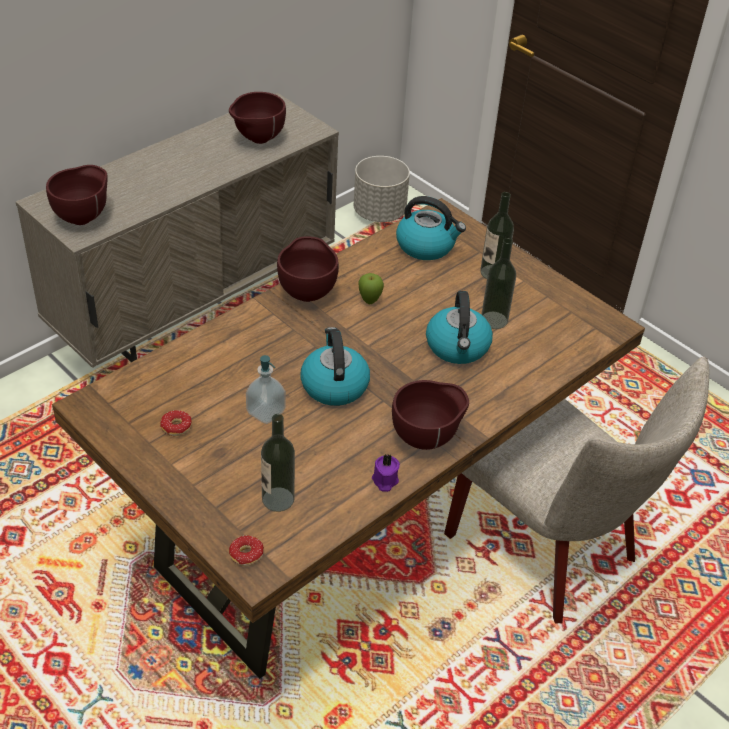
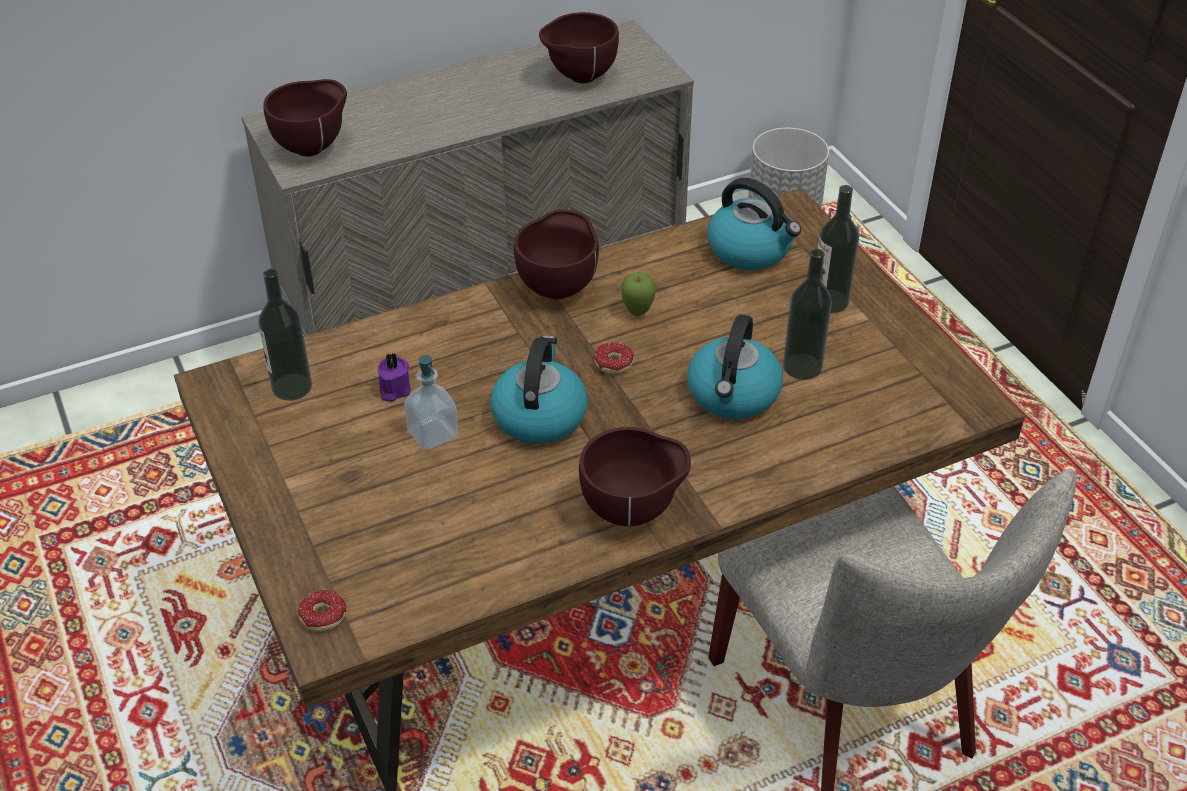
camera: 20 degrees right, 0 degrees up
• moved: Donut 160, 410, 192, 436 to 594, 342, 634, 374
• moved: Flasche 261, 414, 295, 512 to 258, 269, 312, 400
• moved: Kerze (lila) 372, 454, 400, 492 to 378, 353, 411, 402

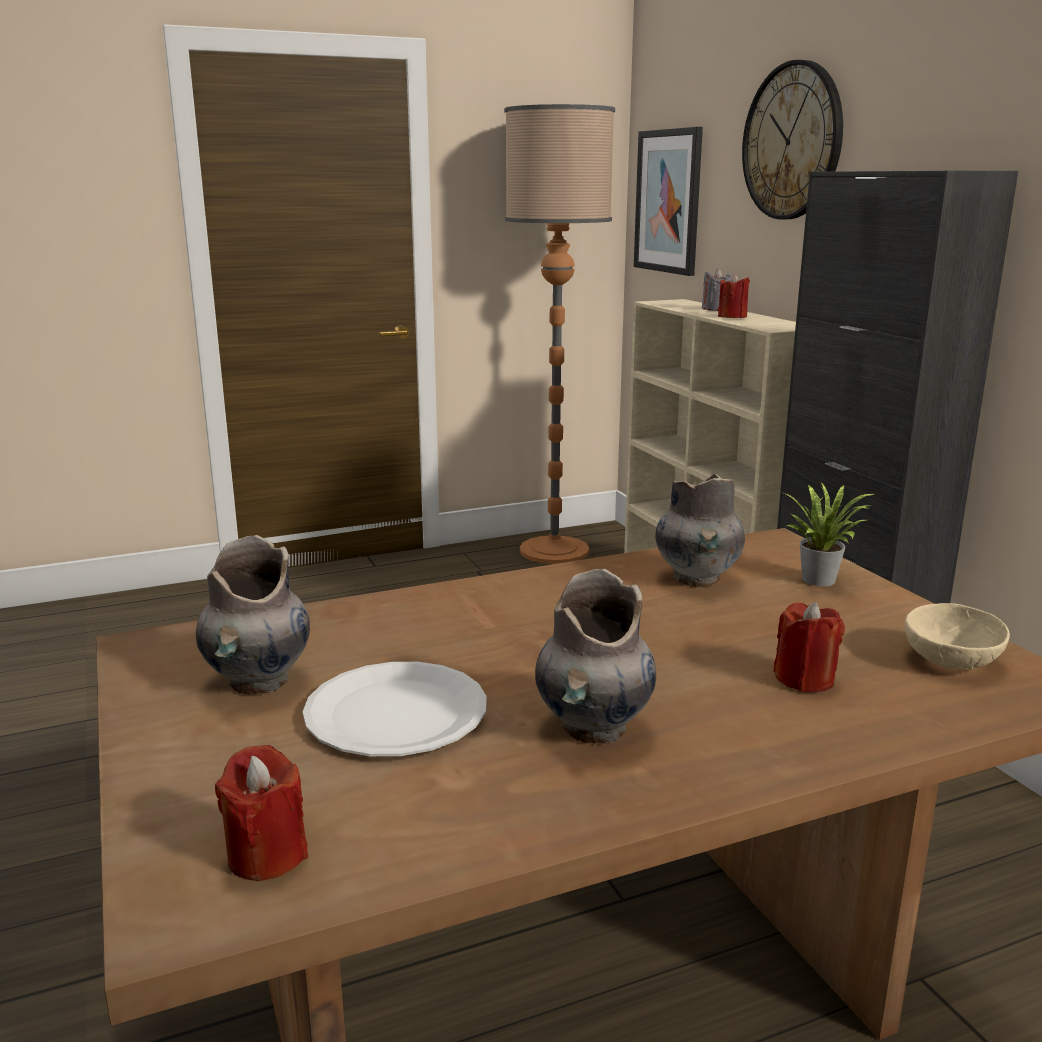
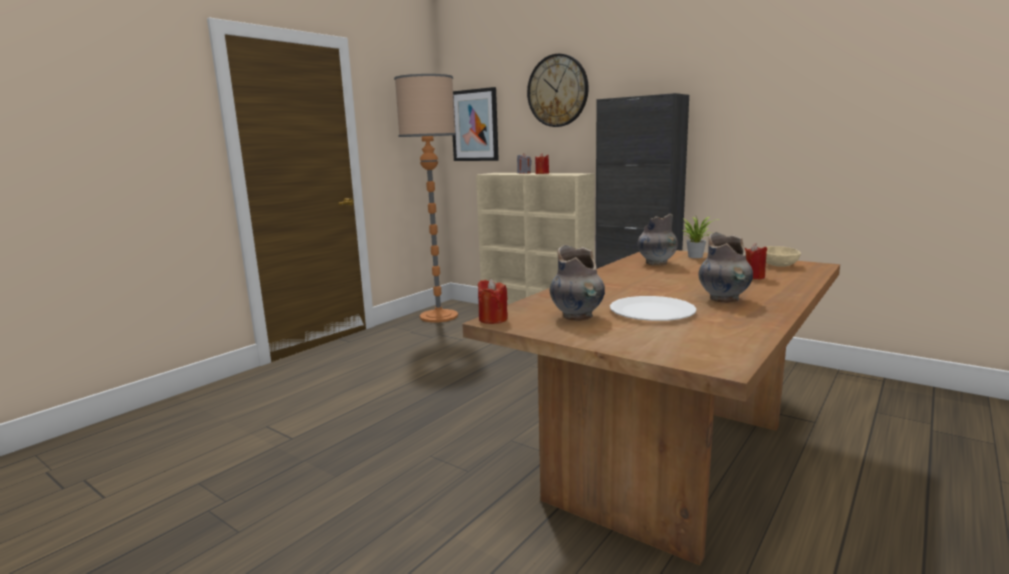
camera: 30 degrees left, 5 degrees down
• moved: Kerze (rot) 215, 745, 308, 881 to 478, 279, 508, 324

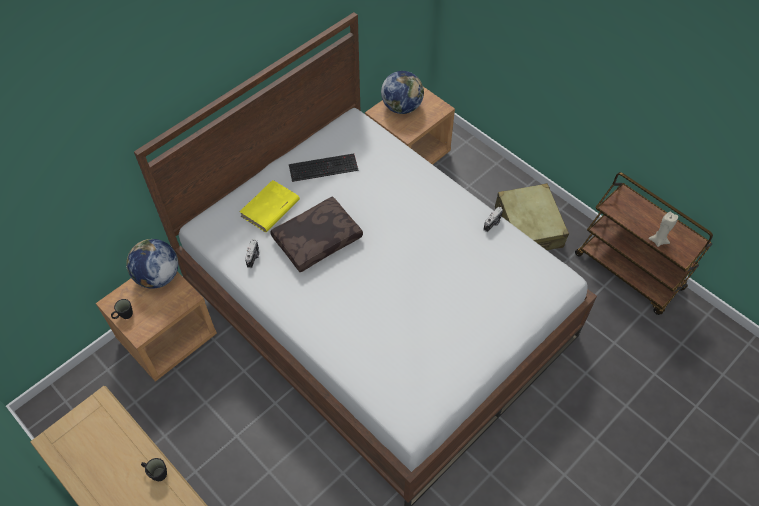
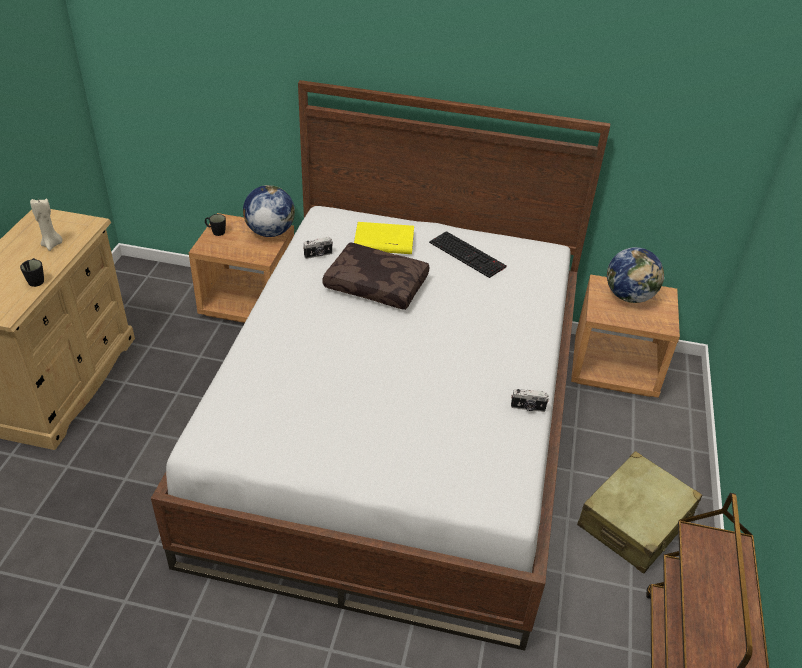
camera: 55 degrees right, 15 degrees down
• moved: Kerze (beige) 648, 212, 678, 247 to 30, 198, 62, 251

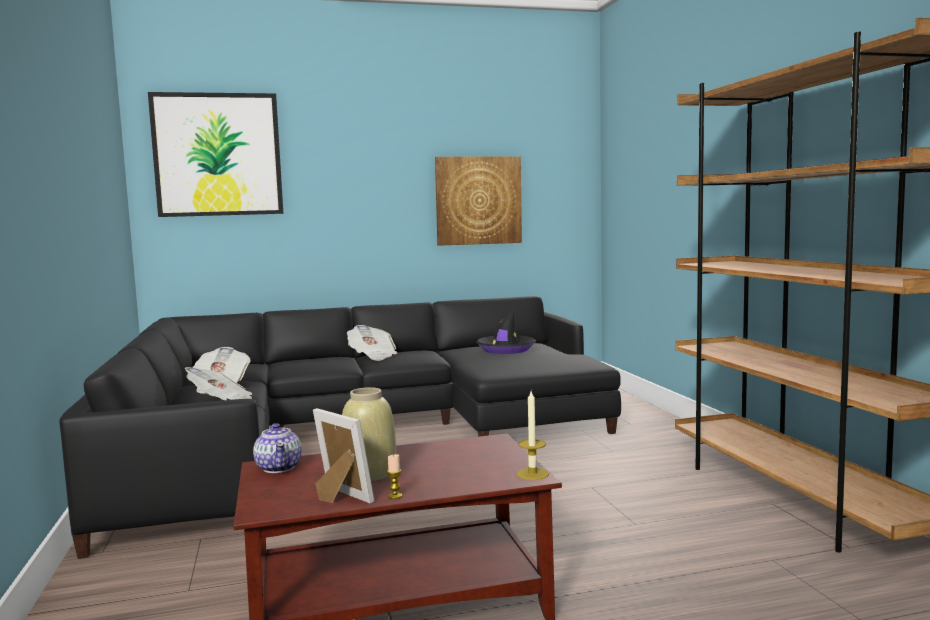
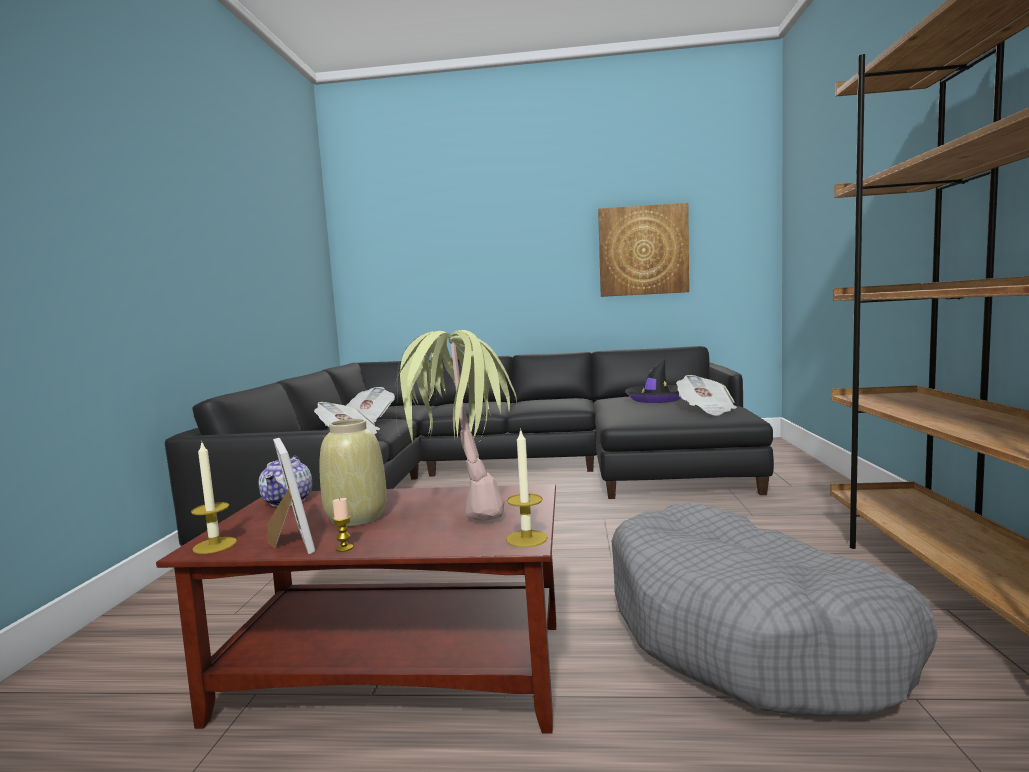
camera: 20 degrees right, 0 degrees up
• removed: Bild 148, 92, 283, 217
• moved: Zeitung 347, 325, 397, 361 to 676, 375, 737, 416
• added: Kerze 191, 443, 237, 554
• added: Topfpflanze 395, 330, 517, 521
• added: Hundebett (grau) 612, 503, 938, 716

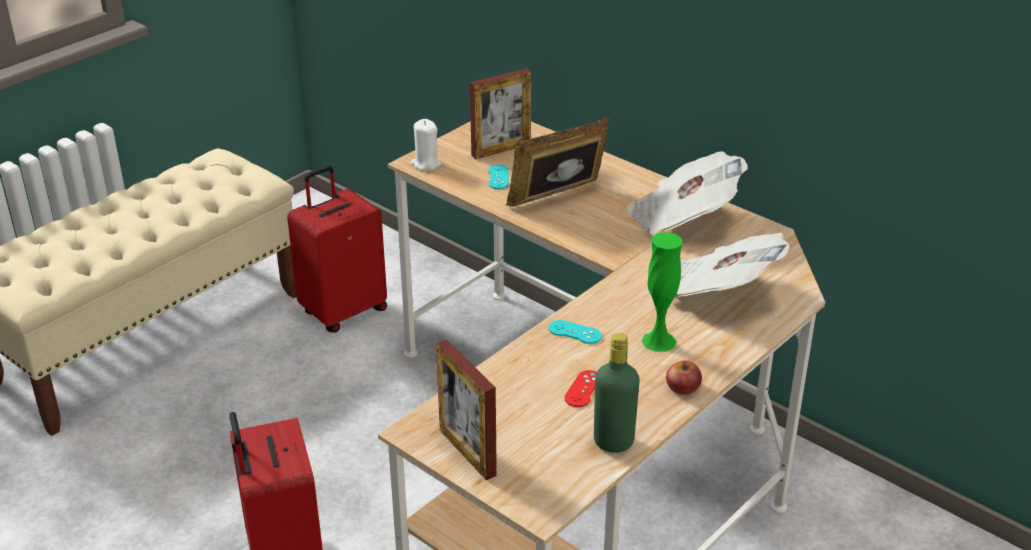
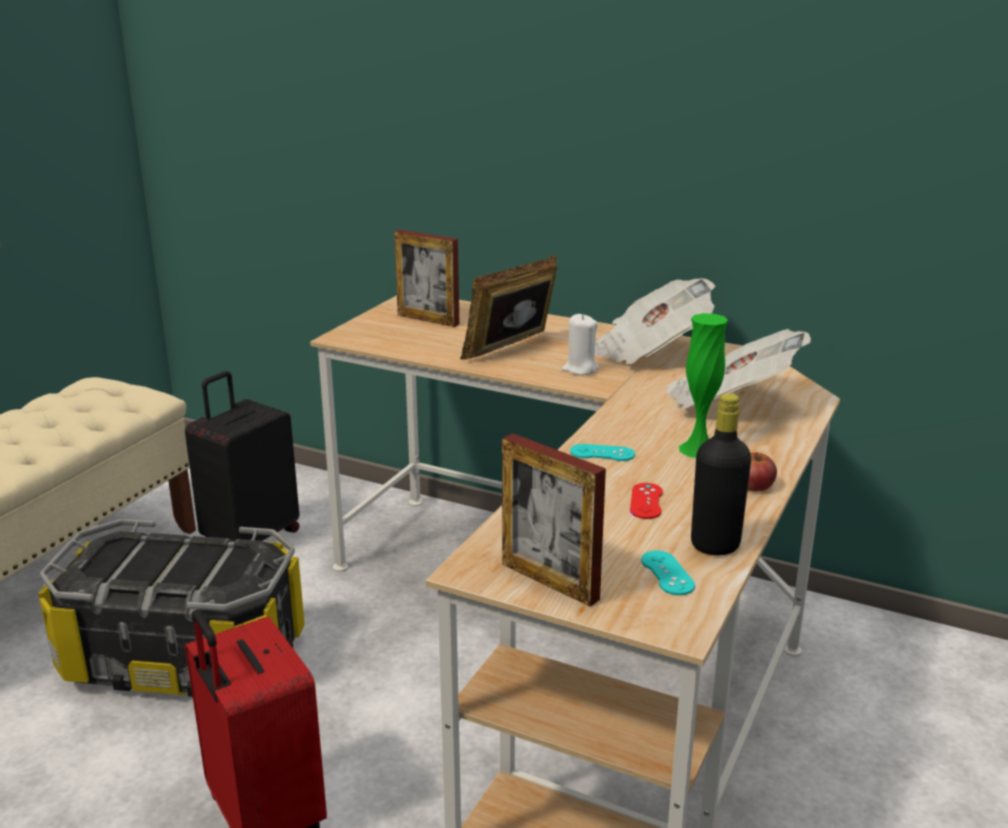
camera: 15 degrees left, 10 degrees down
• recoloured: Koffer (rot) 287, 165, 387, 333 to Koffer (schwarz) 185, 371, 299, 541
• moved: Kerze (weiß) 411, 119, 442, 171 to 562, 314, 599, 375
• turned: Bilderrahmen 470, 68, 531, 159 = 394, 230, 459, 327 75 degrees clockwise
• moved: Gamepad (türkis) 488, 164, 509, 189 to 641, 550, 695, 595
• recoloured: Flasche (grün) 594, 333, 640, 453 to Flasche (schwarz) 691, 394, 751, 555
• added: Aufbewahrungsbox 38, 519, 305, 697

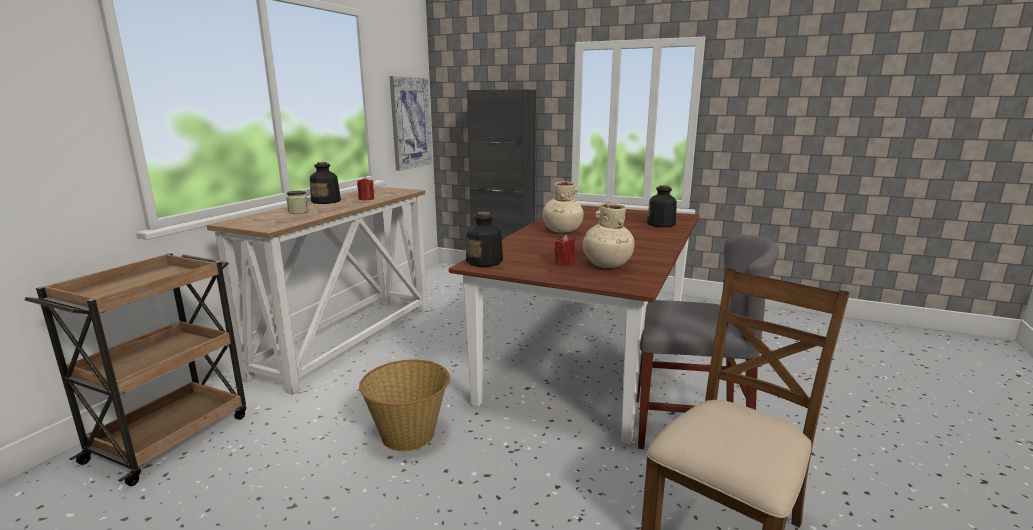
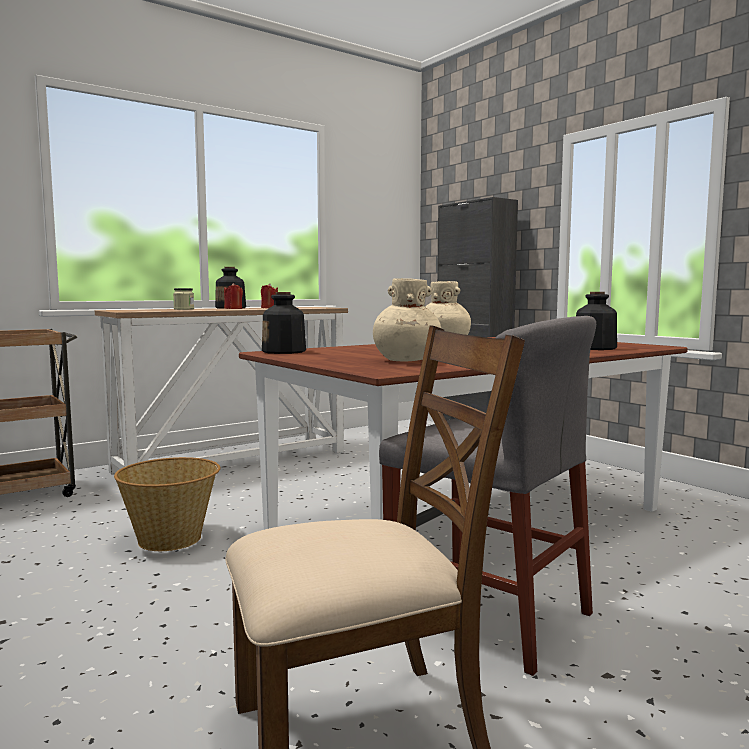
camera: 30 degrees right, 10 degrees down
• removed: Bild 390, 76, 432, 171
• moved: Kerze (rot) 554, 234, 576, 266 to 224, 283, 243, 309

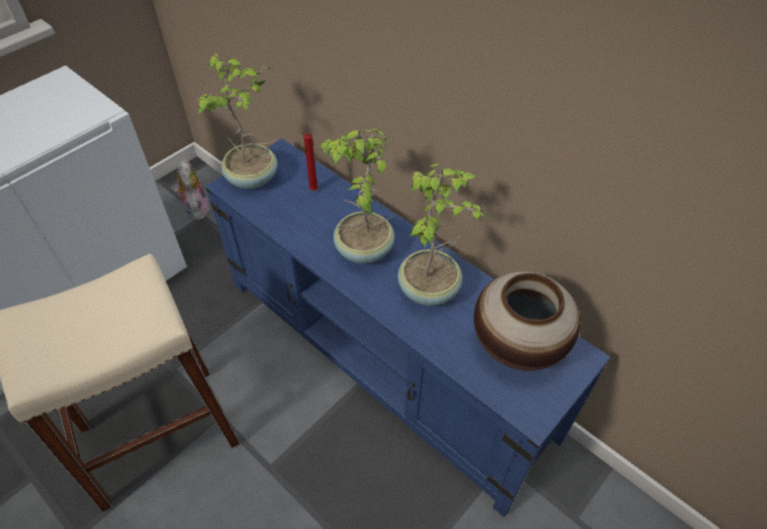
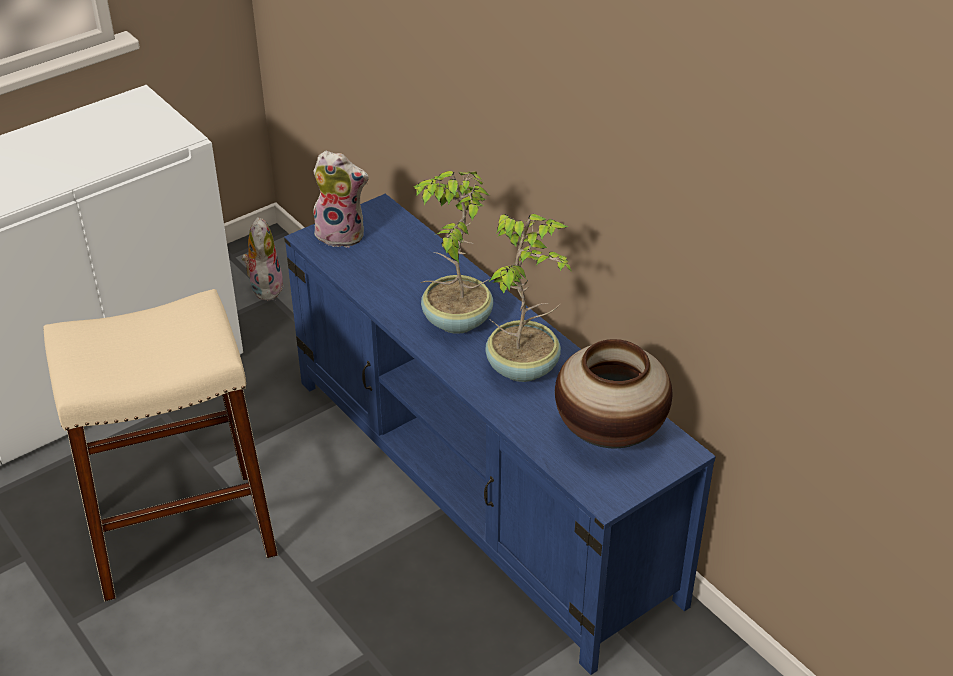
camera: 10 degrees right, 10 degrees down
• replaced: Topfpflanze 197, 53, 277, 189 to Plüschtier 312, 151, 369, 247
• removed: Kerze (rot) 301, 133, 318, 191

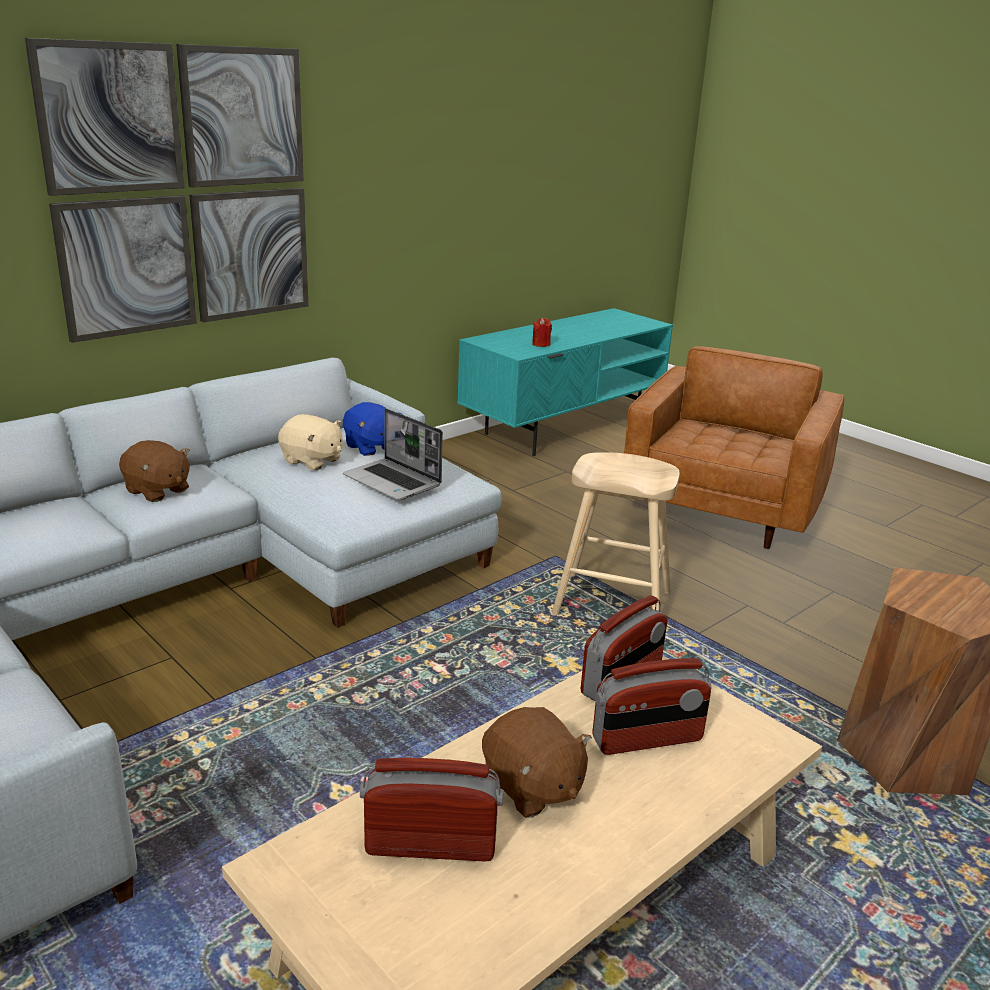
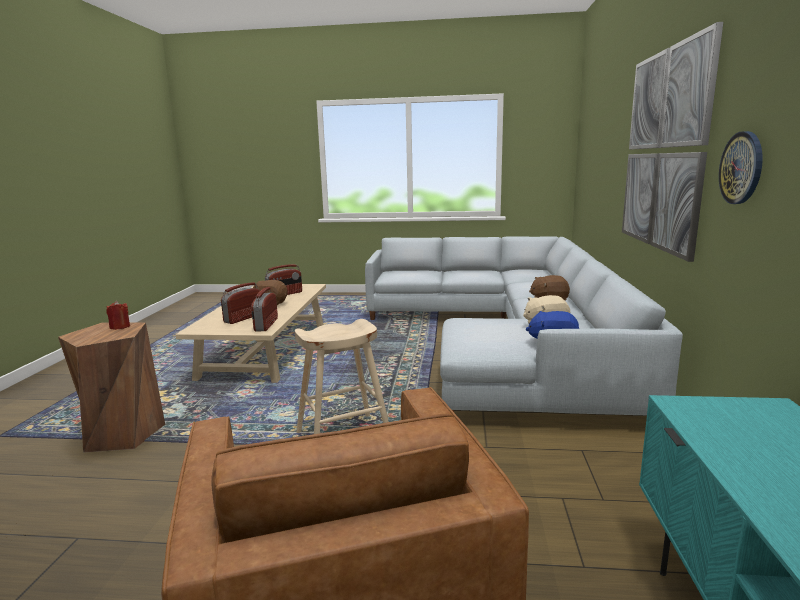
camera: 140 degrees right, 10 degrees down
• removed: Laptop 343, 409, 443, 500
• moved: Kerze (rot) 532, 318, 552, 347 to 106, 301, 130, 330
• added: Wanduhr 719, 131, 763, 204

